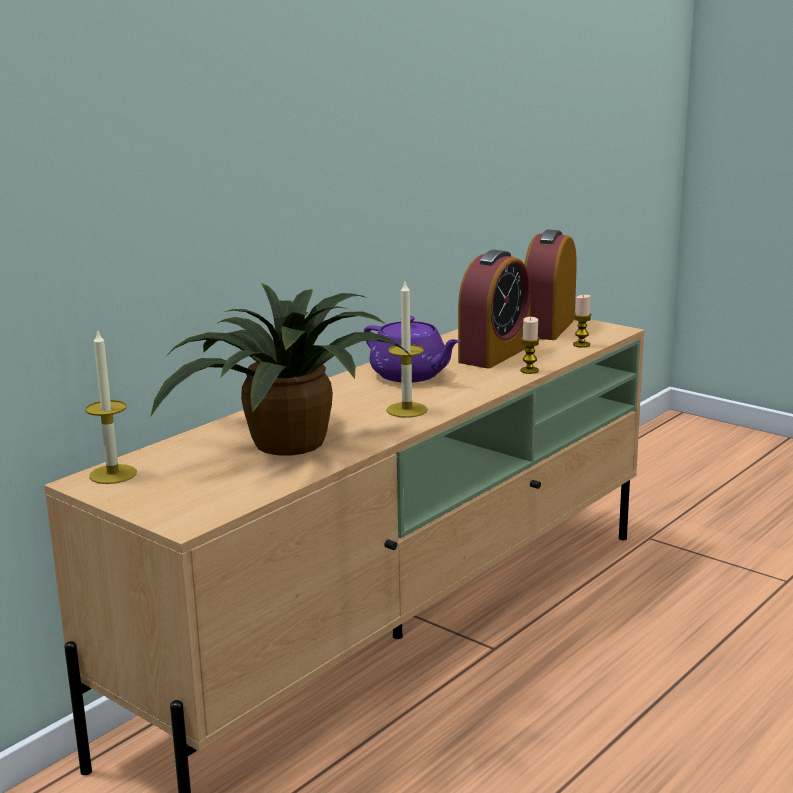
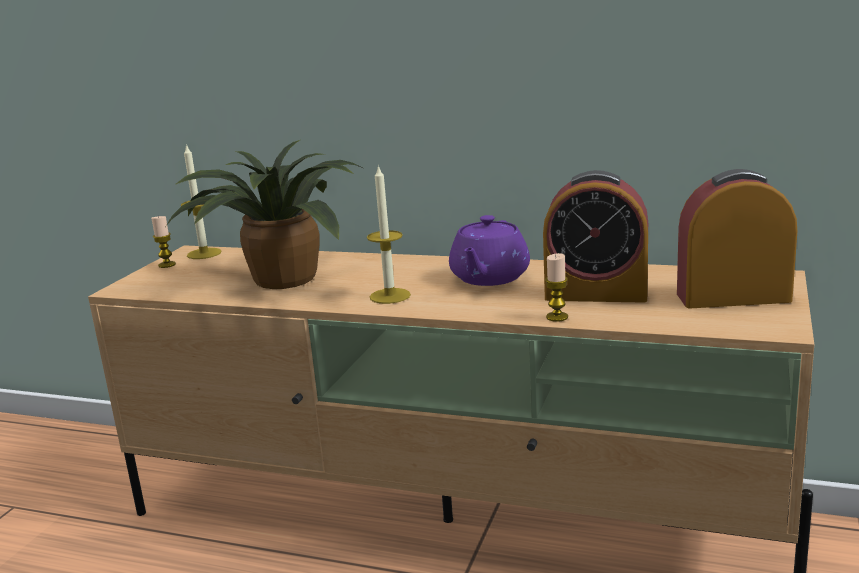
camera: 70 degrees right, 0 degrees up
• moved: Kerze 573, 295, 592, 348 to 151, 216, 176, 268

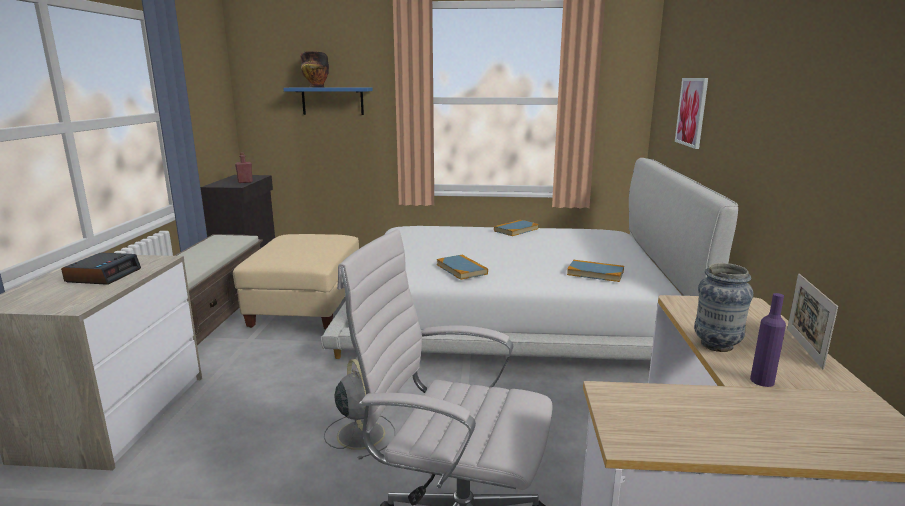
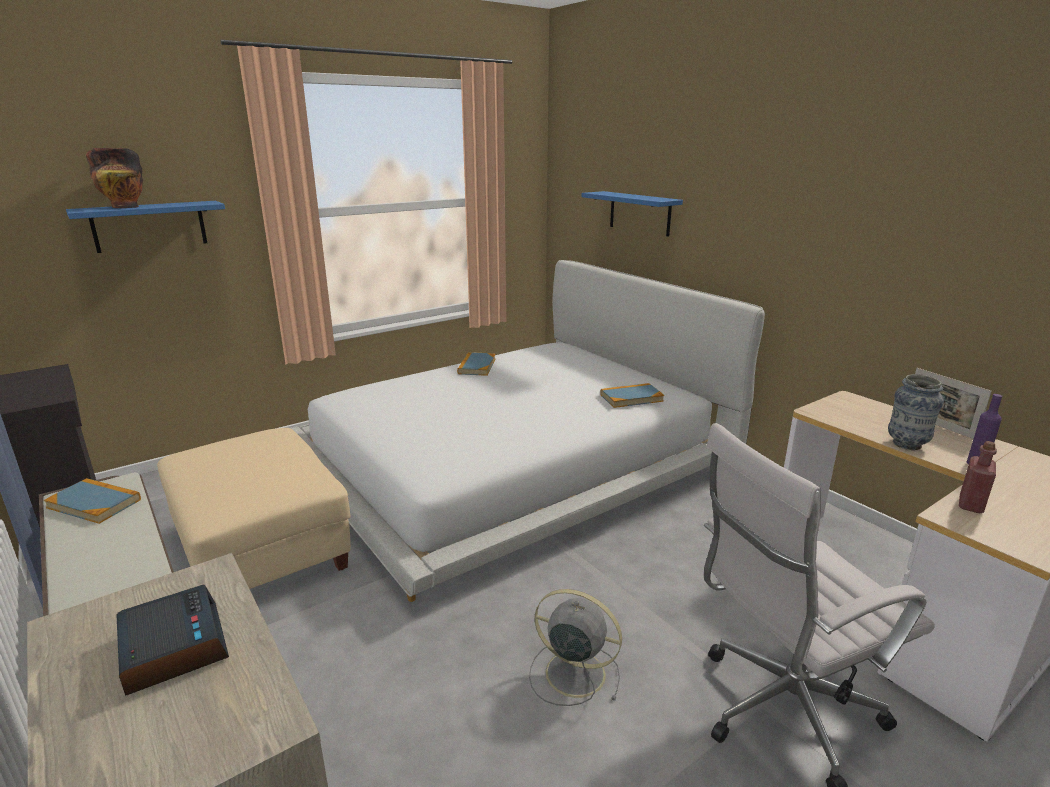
camera: 40 degrees left, 5 degrees up
• moved: Flasche (rot) 235, 152, 253, 183 to 959, 441, 997, 513
• moved: Buch 437, 255, 488, 280 to 44, 478, 141, 524
• replaced: Bild 675, 78, 708, 149 to Wandregal (blau) 581, 191, 683, 237

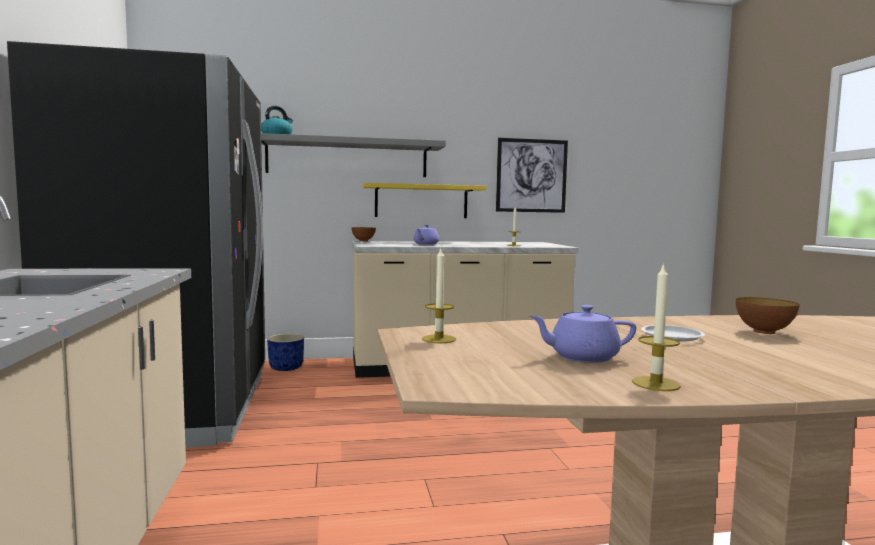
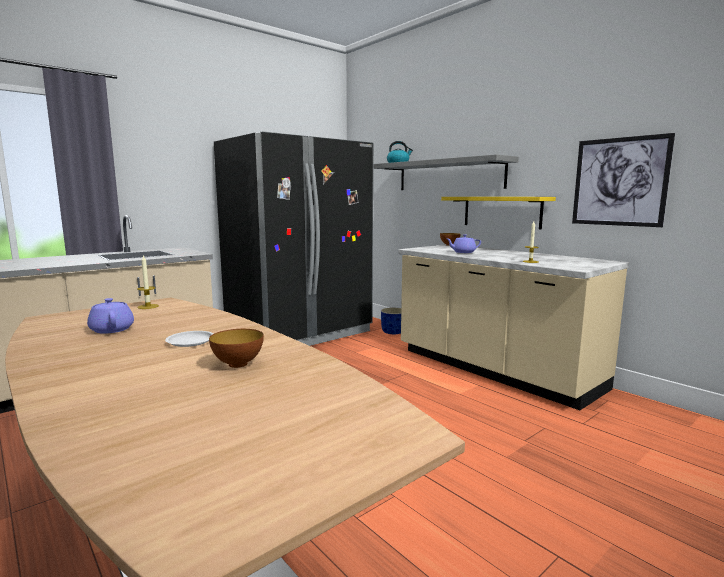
camera: 60 degrees right, 5 degrees up
• removed: Kerze 632, 262, 681, 391

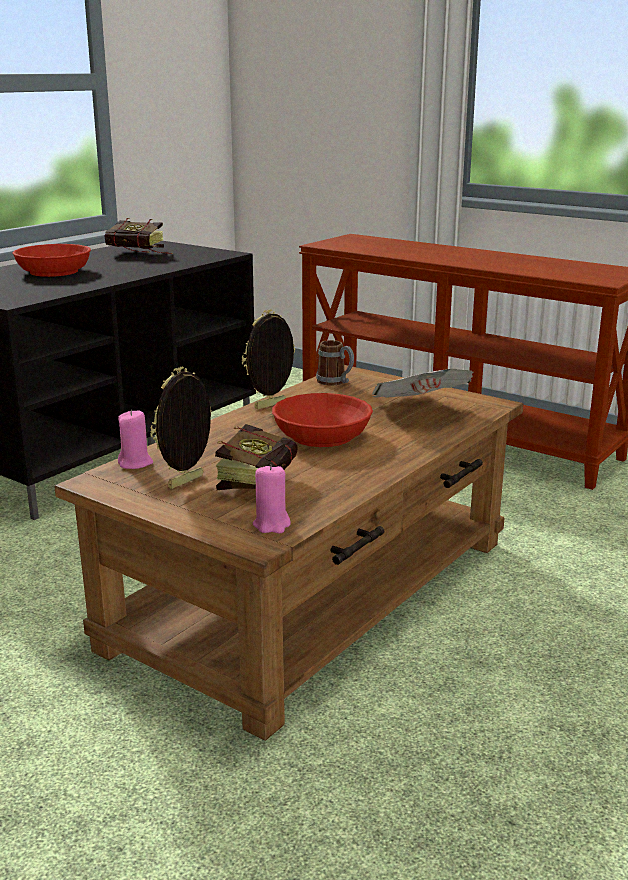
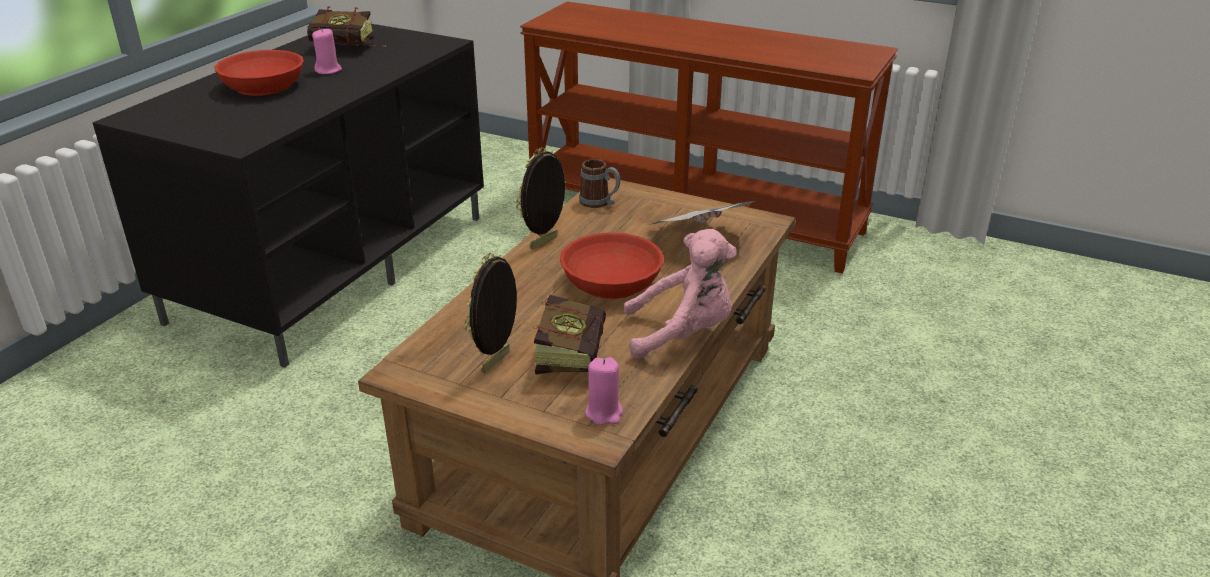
camera: 10 degrees left, 10 degrees up
• moved: Kerze (rosa) 118, 410, 153, 469 to 312, 28, 342, 74
• added: Plüschtier (rosa) 624, 229, 737, 359

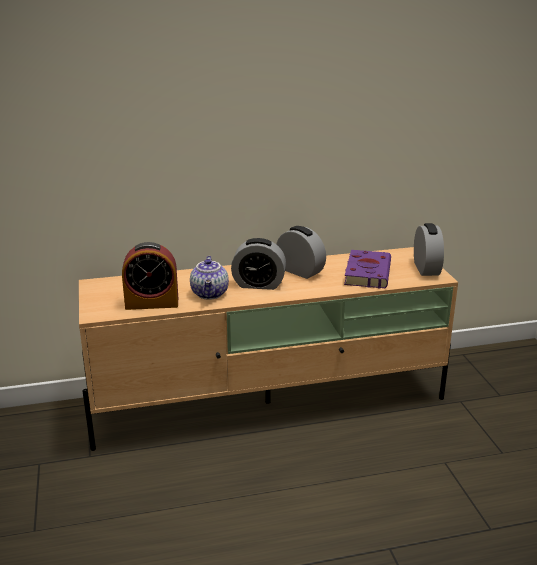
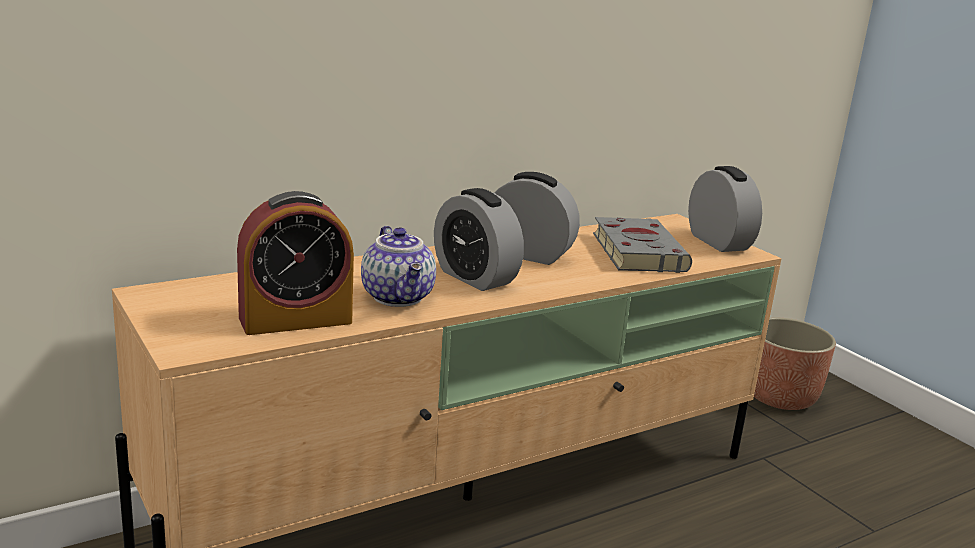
camera: 20 degrees left, 5 degrees down
• turned: Wecker 231, 238, 286, 290 = 434, 188, 524, 291 60 degrees clockwise
• recoloured: Buch (lila) 344, 250, 391, 289 to Buch (grau) 593, 217, 692, 273
• added: Pflanzkübel 754, 317, 836, 410

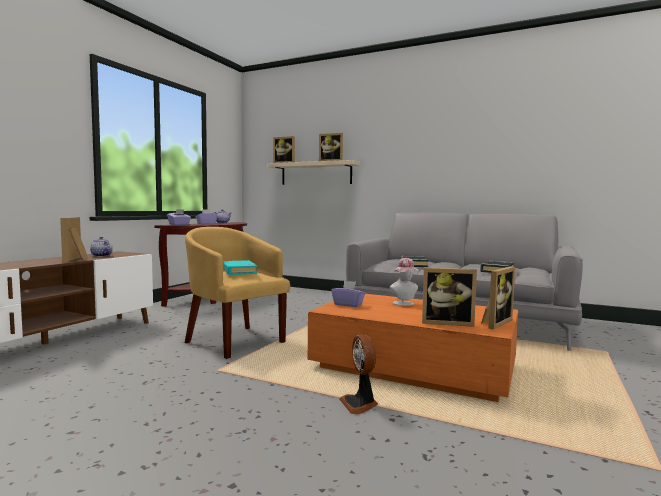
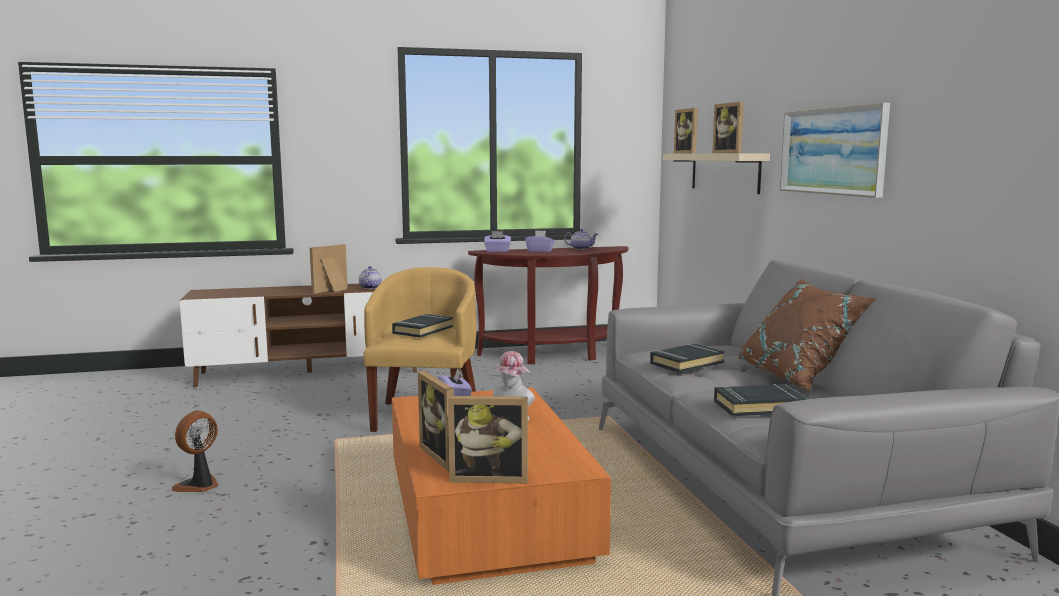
camera: 50 degrees right, 5 degrees up
• recoloured: Buch (türkis) 223, 260, 257, 275 to Buch (schwarz) 392, 314, 453, 338
• moved: Ventilator 339, 334, 378, 414 to 172, 411, 219, 492
• added: Kissen (braun) 738, 279, 876, 391
• added: Bild 780, 103, 890, 198

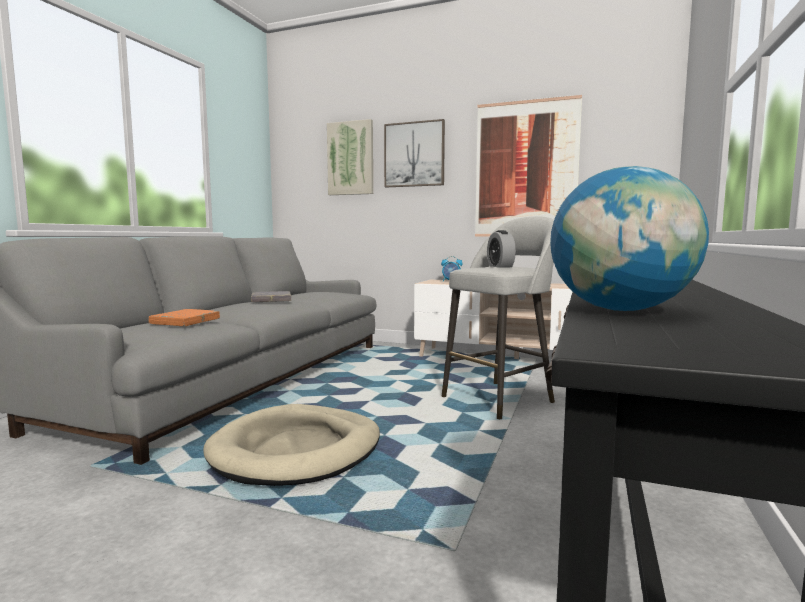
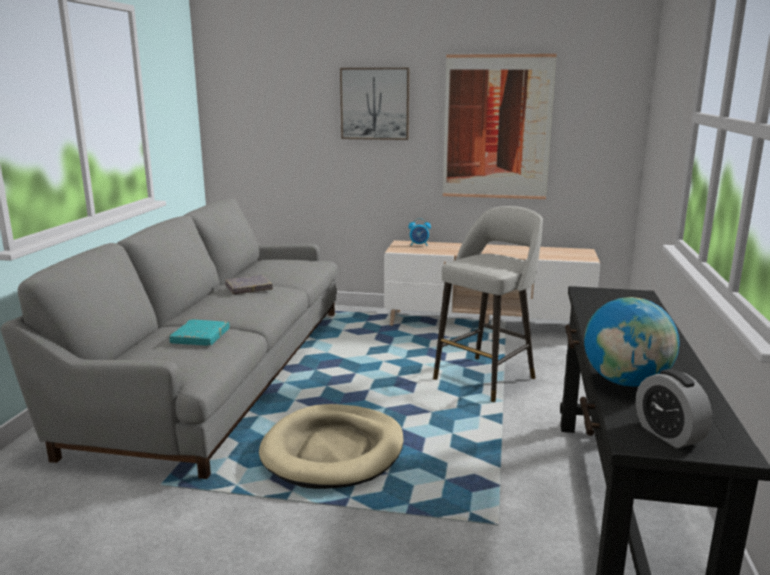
camera: 10 degrees left, 10 degrees up
• recoloured: Buch (orange) 149, 309, 220, 326 to Buch (türkis) 169, 319, 230, 346
• removed: Bild 327, 119, 373, 195
• moved: Wecker 487, 230, 516, 268 to 636, 369, 712, 448

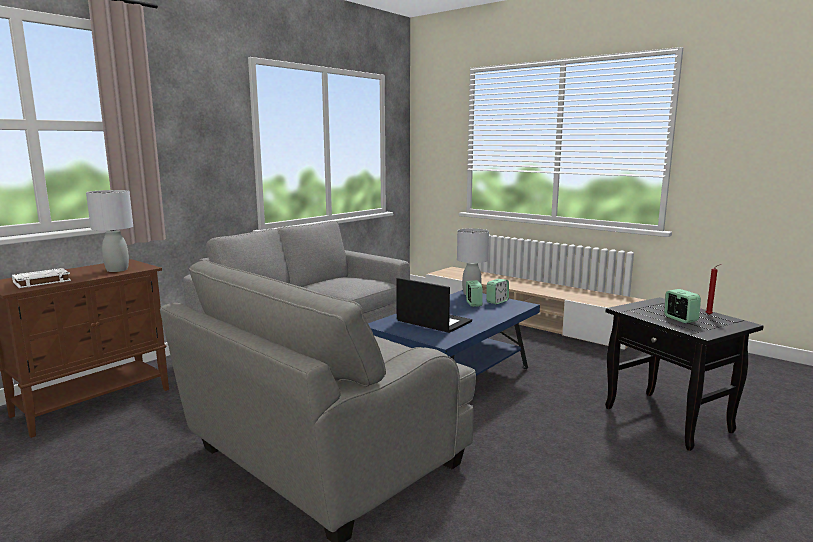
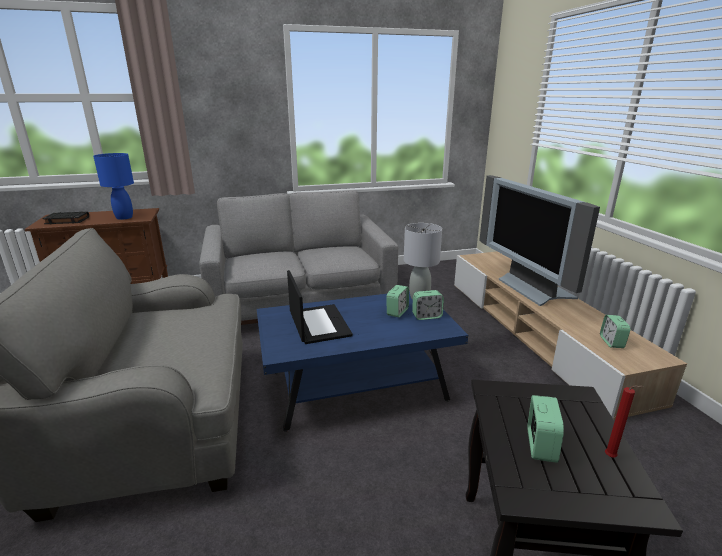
camera: 35 degrees right, 10 degrees up
• recoloured: Buch (weiß) 12, 268, 71, 288 to Buch (schwarz) 42, 211, 89, 224
• recoloured: Tischlampe (grau) 86, 190, 133, 272 to Tischlampe (blau) 93, 153, 134, 220
• added: Fernseher 479, 175, 600, 306
• added: Wecker 600, 315, 631, 348

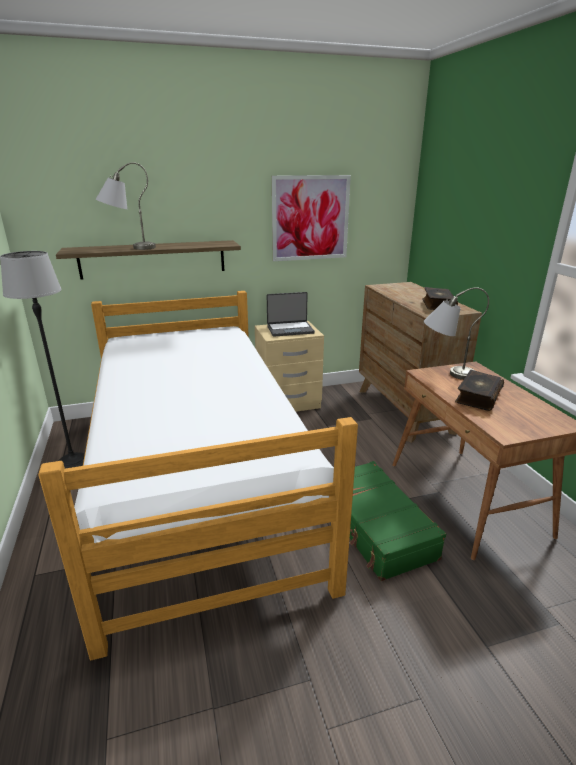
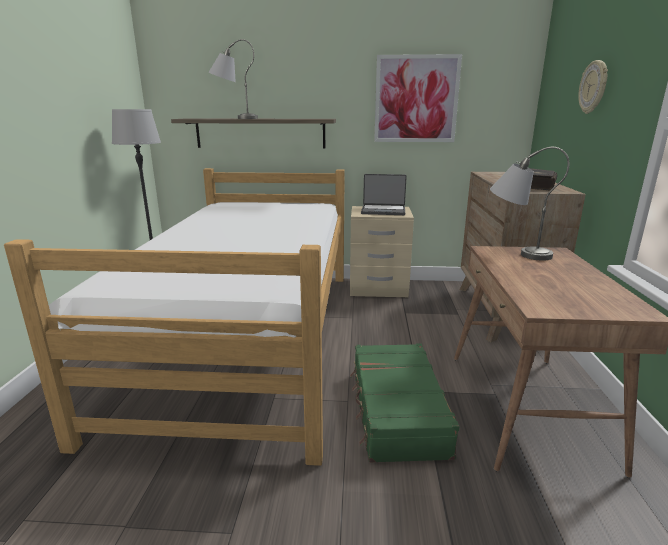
camera: 20 degrees right, 5 degrees down
• removed: Buch 455, 370, 504, 411
• added: Wanduhr 578, 60, 608, 114

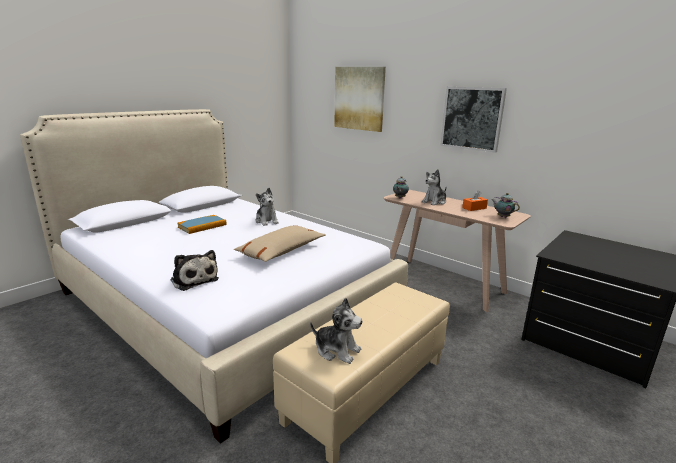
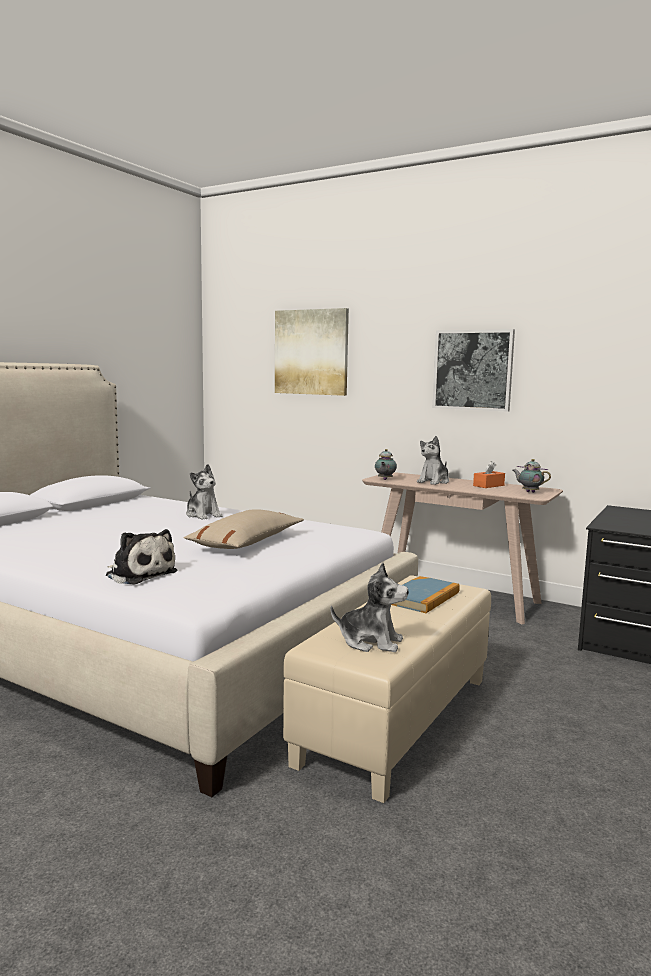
camera: 10 degrees left, 10 degrees down
• moved: Buch 178, 215, 227, 234 to 391, 576, 460, 613

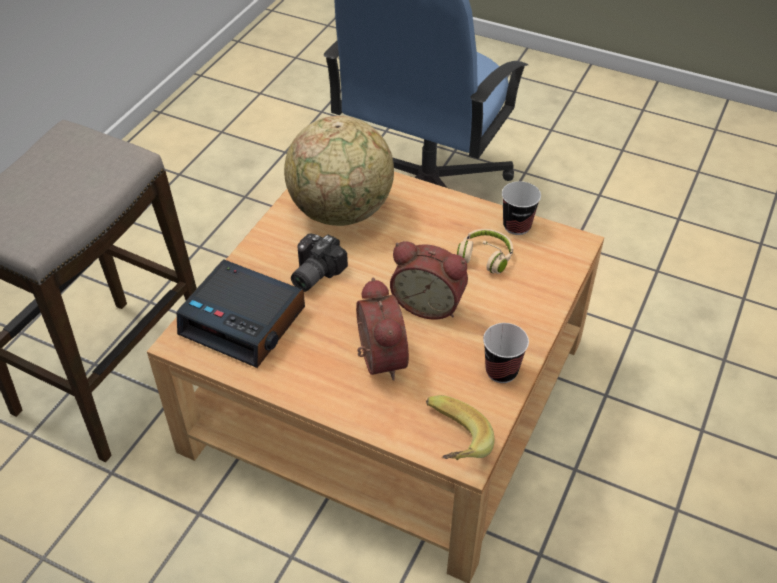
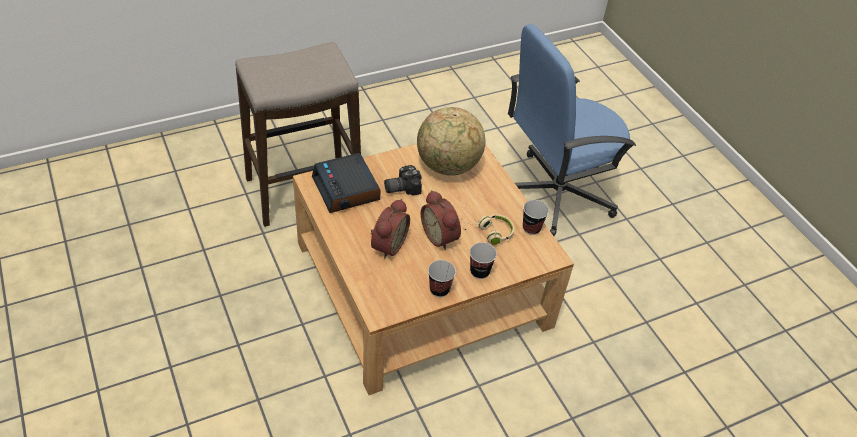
camera: 35 degrees right, 0 degrees up
• removed: Banane 426, 395, 494, 460
• added: Tasse 470, 242, 497, 279

